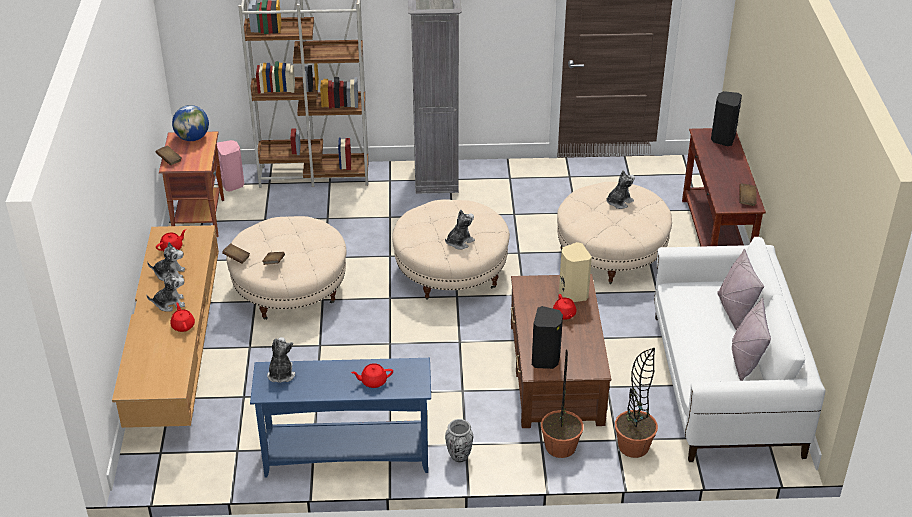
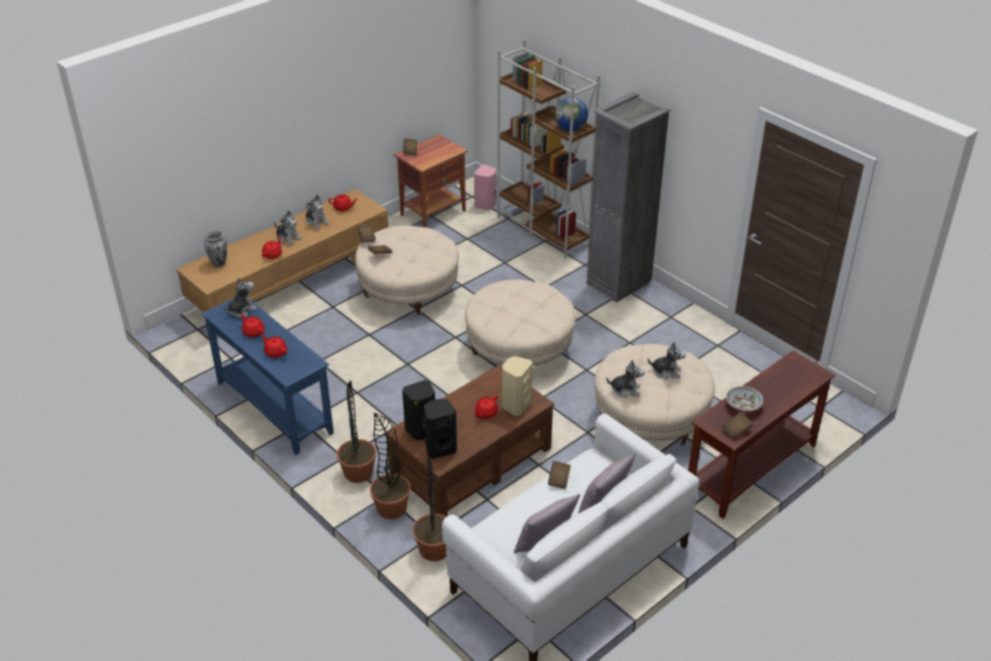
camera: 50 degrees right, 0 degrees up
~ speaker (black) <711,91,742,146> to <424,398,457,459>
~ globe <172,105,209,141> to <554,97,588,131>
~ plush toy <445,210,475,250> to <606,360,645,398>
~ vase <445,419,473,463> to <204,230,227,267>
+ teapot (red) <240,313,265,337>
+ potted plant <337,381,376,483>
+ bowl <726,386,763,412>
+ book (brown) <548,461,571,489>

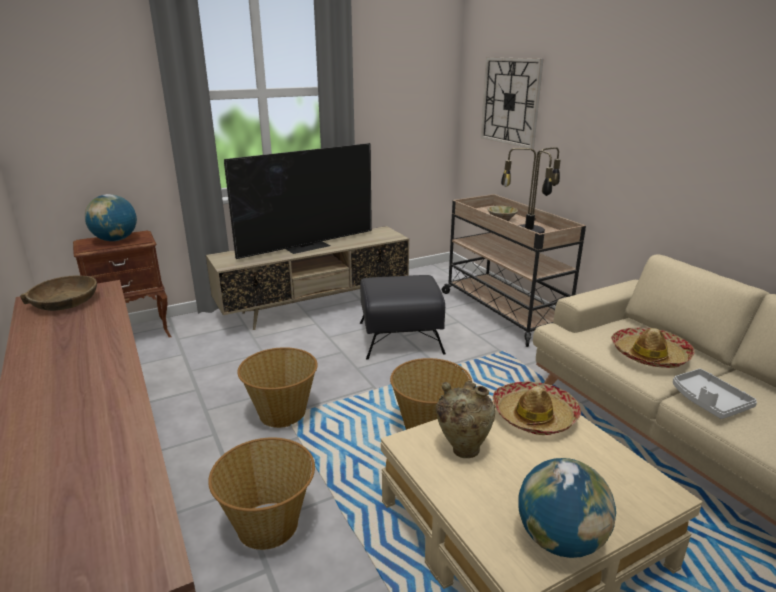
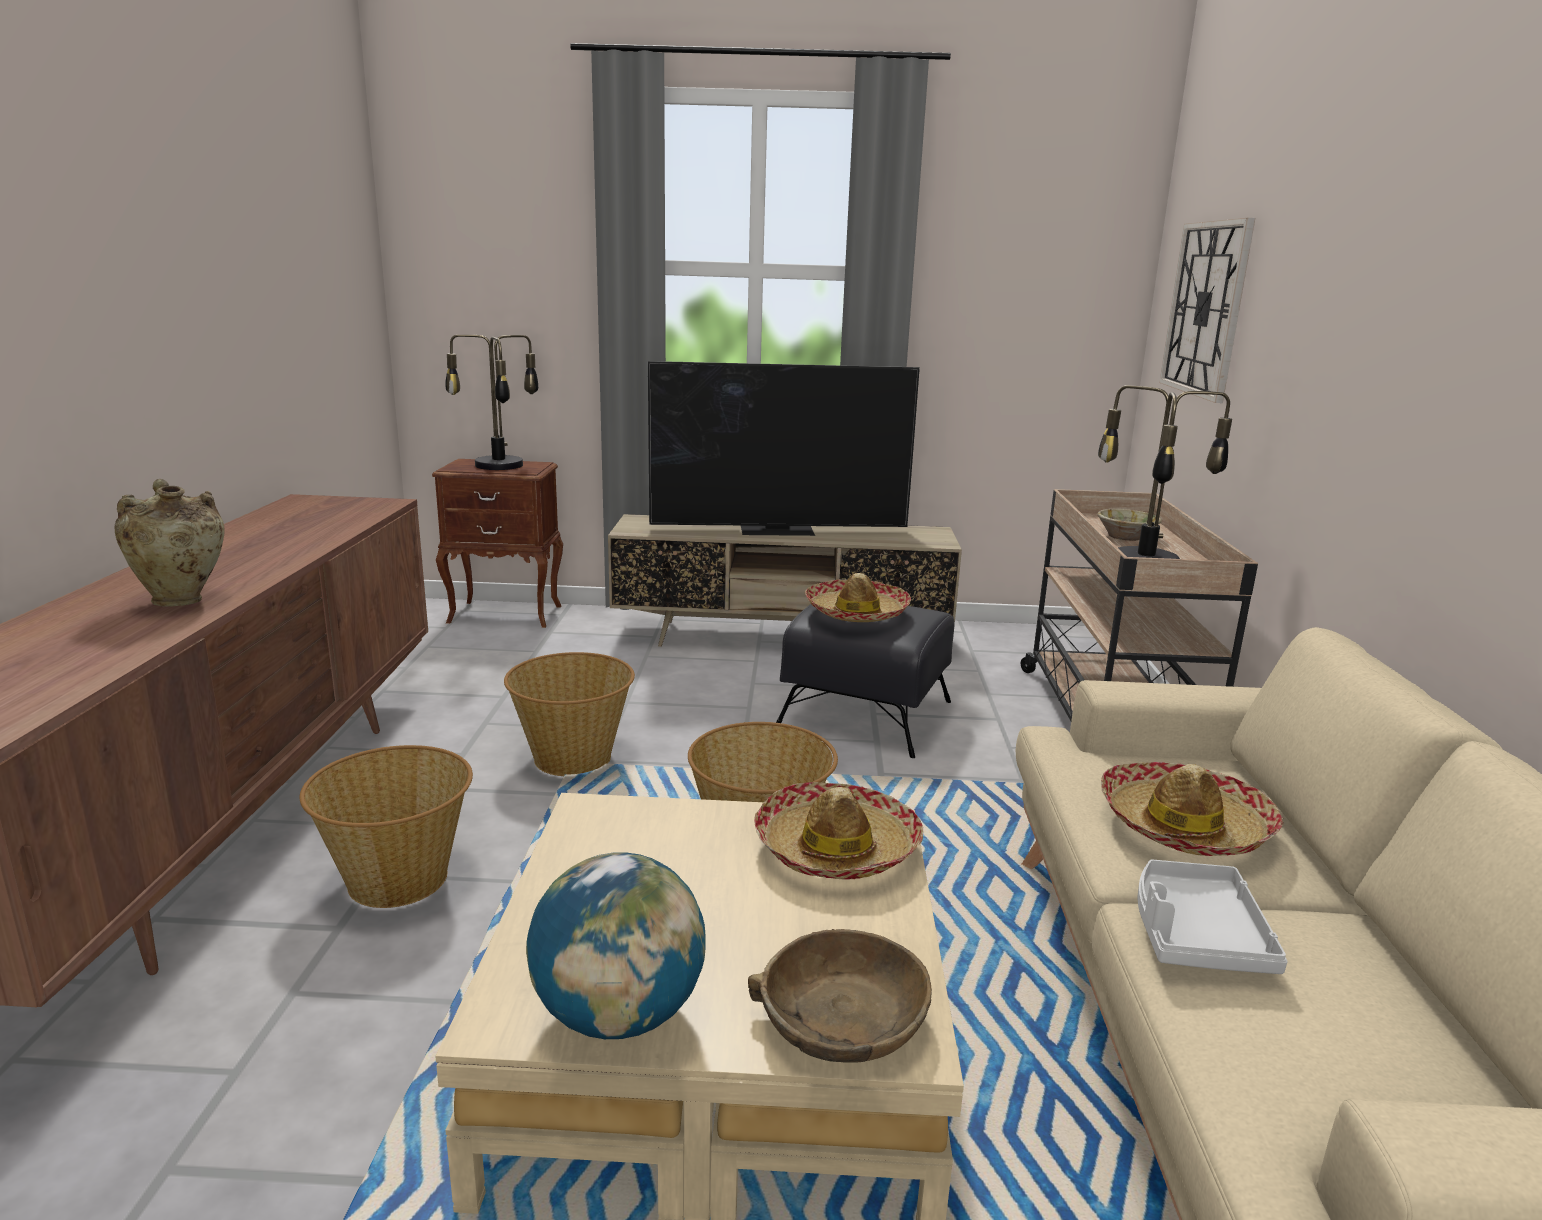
camera: 30 degrees right, 5 degrees down
~ globe <85,194,137,241> to table lamp <445,335,538,470>
~ bowl (brown) <20,275,97,311> to <748,929,932,1063>
~ vase (beige) <436,380,495,458> to <115,479,225,607>
+ hat <805,573,911,622>

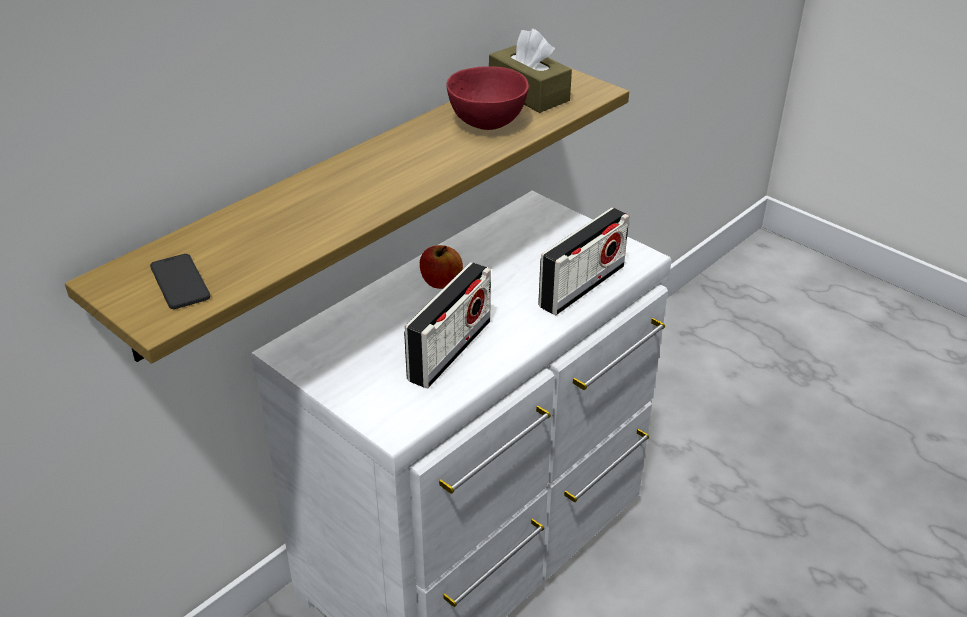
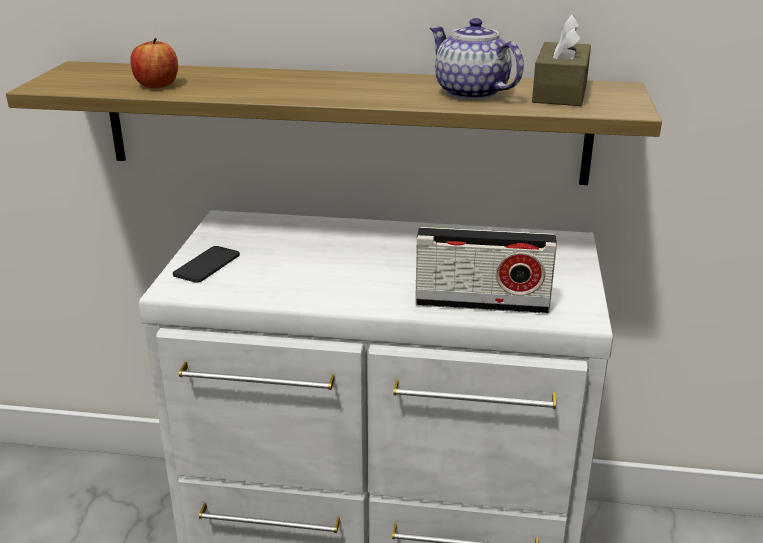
camera: 55 degrees right, 10 degrees down
~ bowl (red) <447,66,529,130> to teapot <430,18,524,100>
~ apple <420,245,463,289> to <130,38,178,88>
~ phone <150,254,210,309> to <173,246,240,283>
- radio <404,262,491,388>

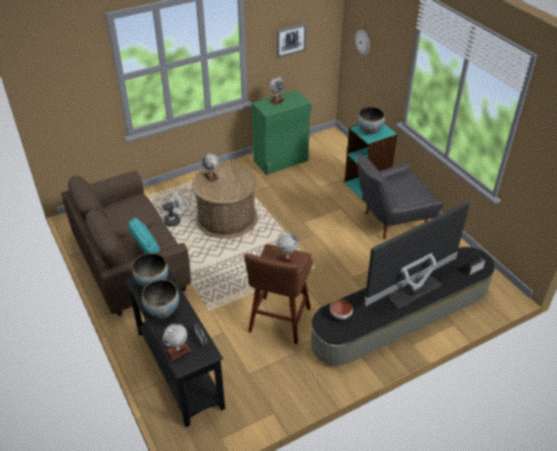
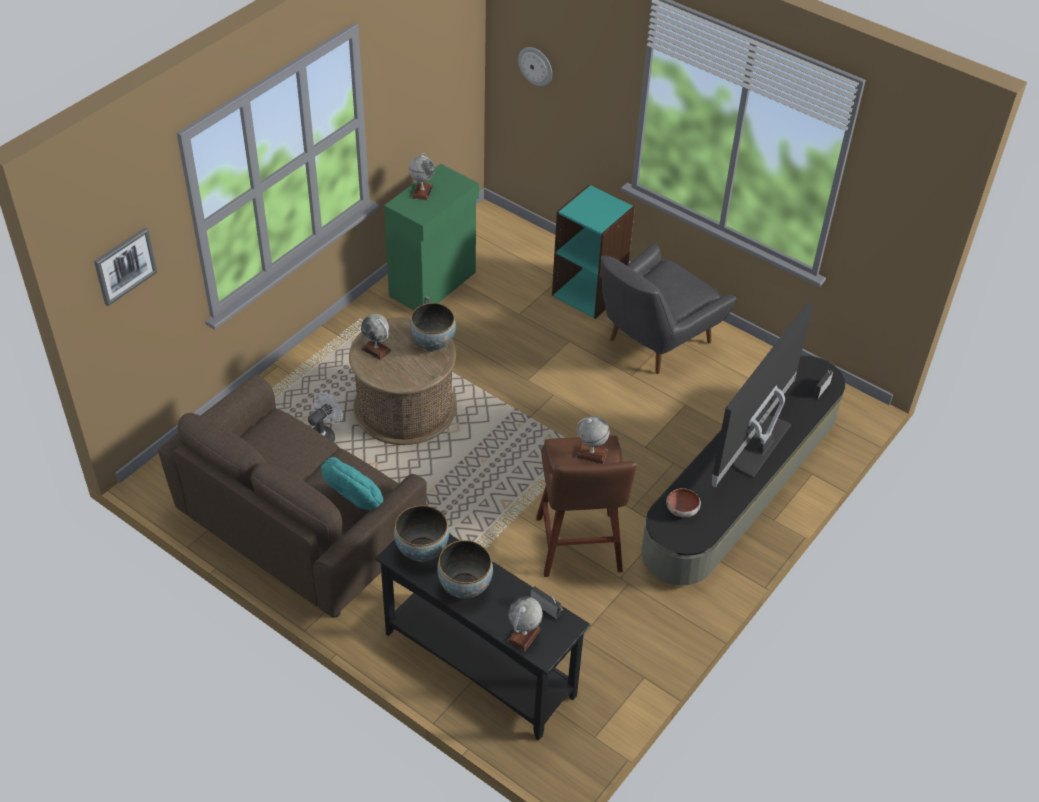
camera: 25 degrees left, 5 degrees up
~ picture <277,23,306,58> to <94,228,157,306>
~ bowl <358,107,385,135> to <410,303,456,352>

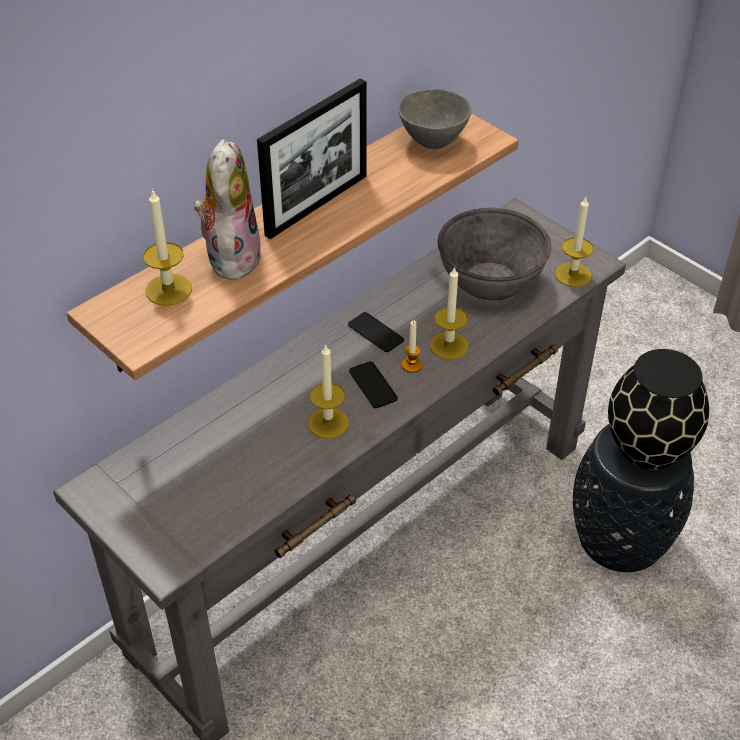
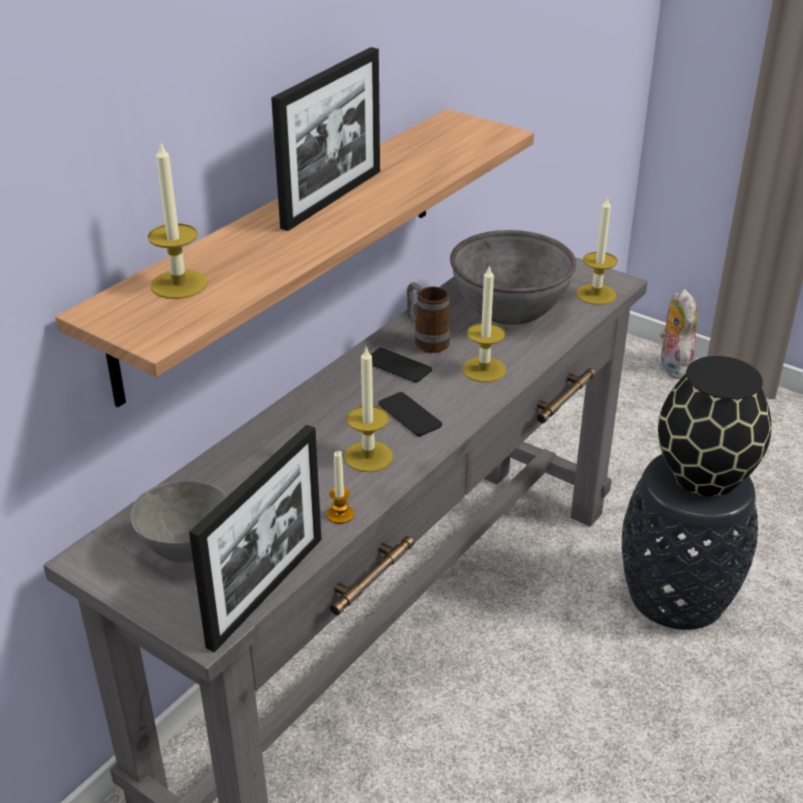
camera: 10 degrees left, 10 degrees down
~ bowl (grey) <398,89,472,149> to <130,480,227,563>
~ plush toy <194,139,262,280> to <659,289,697,379>
~ candle <402,320,422,373> to <327,451,354,524>
+ mug <407,282,450,353>
+ picture frame <189,425,321,652>

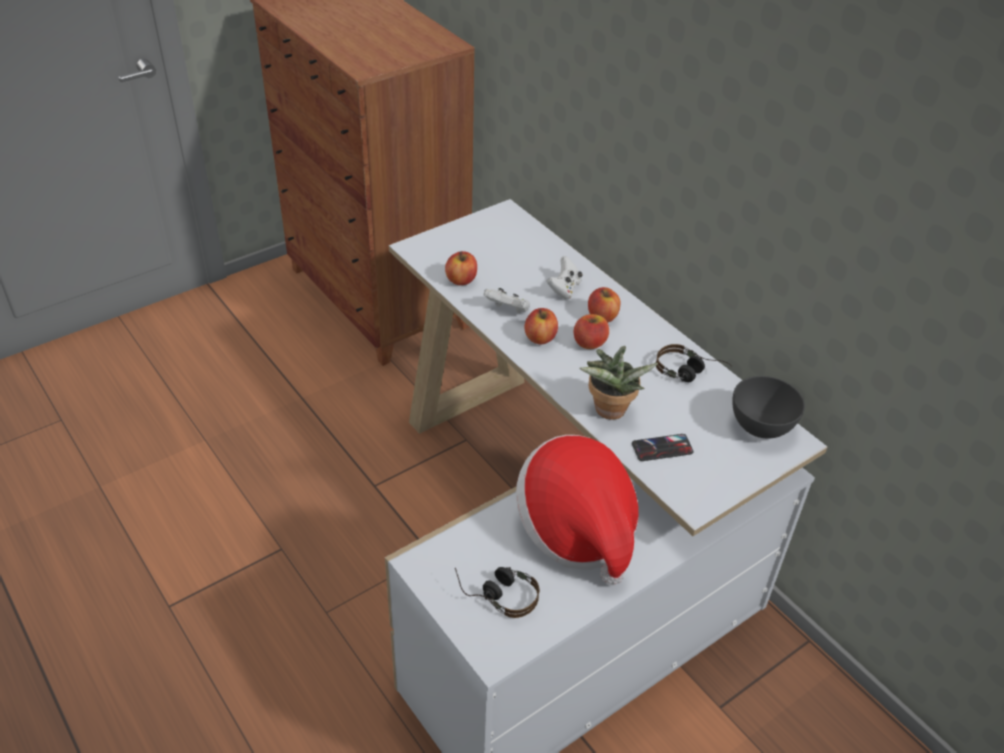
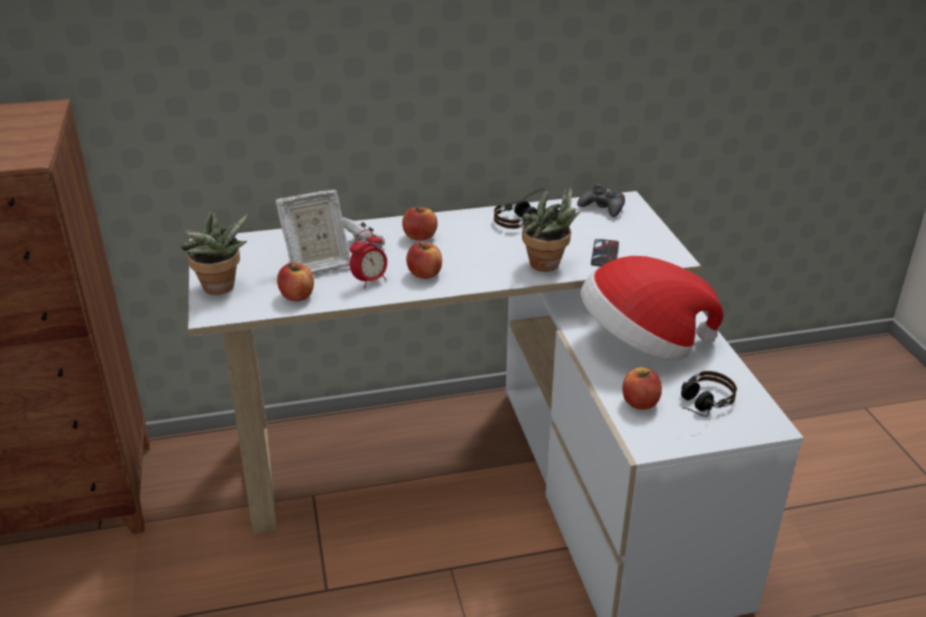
camera: 65 degrees left, 10 degrees down
~ game controller (white) <484,288,530,314> to alarm clock <350,230,387,288>
~ apple <574,314,609,349> to <622,367,662,410>
~ bowl (grey) <732,376,805,439> to game controller (black) <577,183,625,217>
+ picture frame <275,190,350,274>
+ potted plant <180,211,248,295>

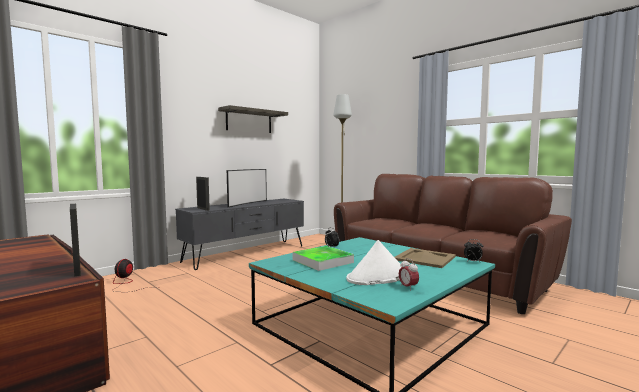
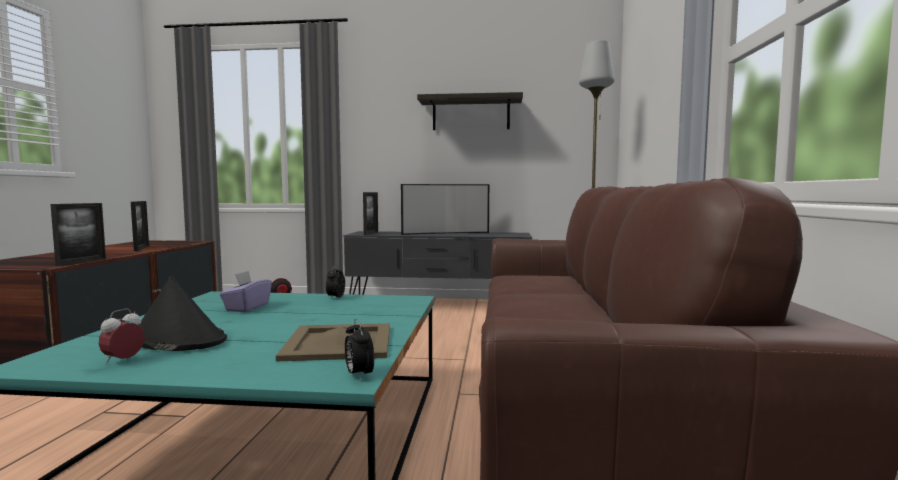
camera: 50 degrees right, 0 degrees up
~ hat (white) <346,240,401,285> to hat (black) <138,276,227,351>
~ tray <293,246,354,271> to tissue box (purple) <220,271,272,312>
+ picture frame <131,201,149,251>

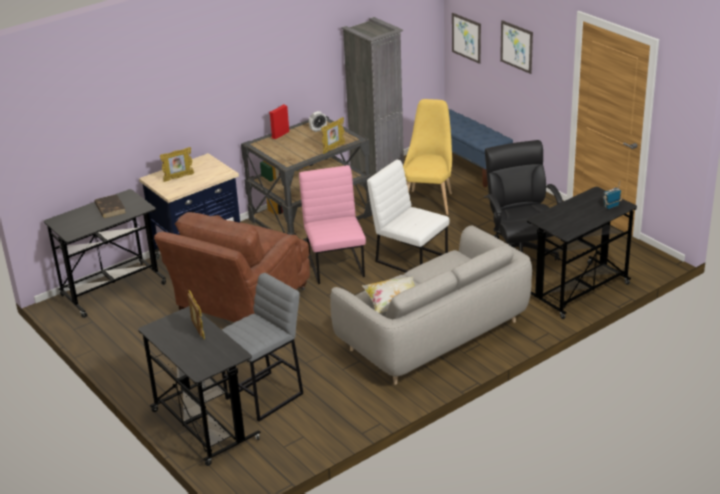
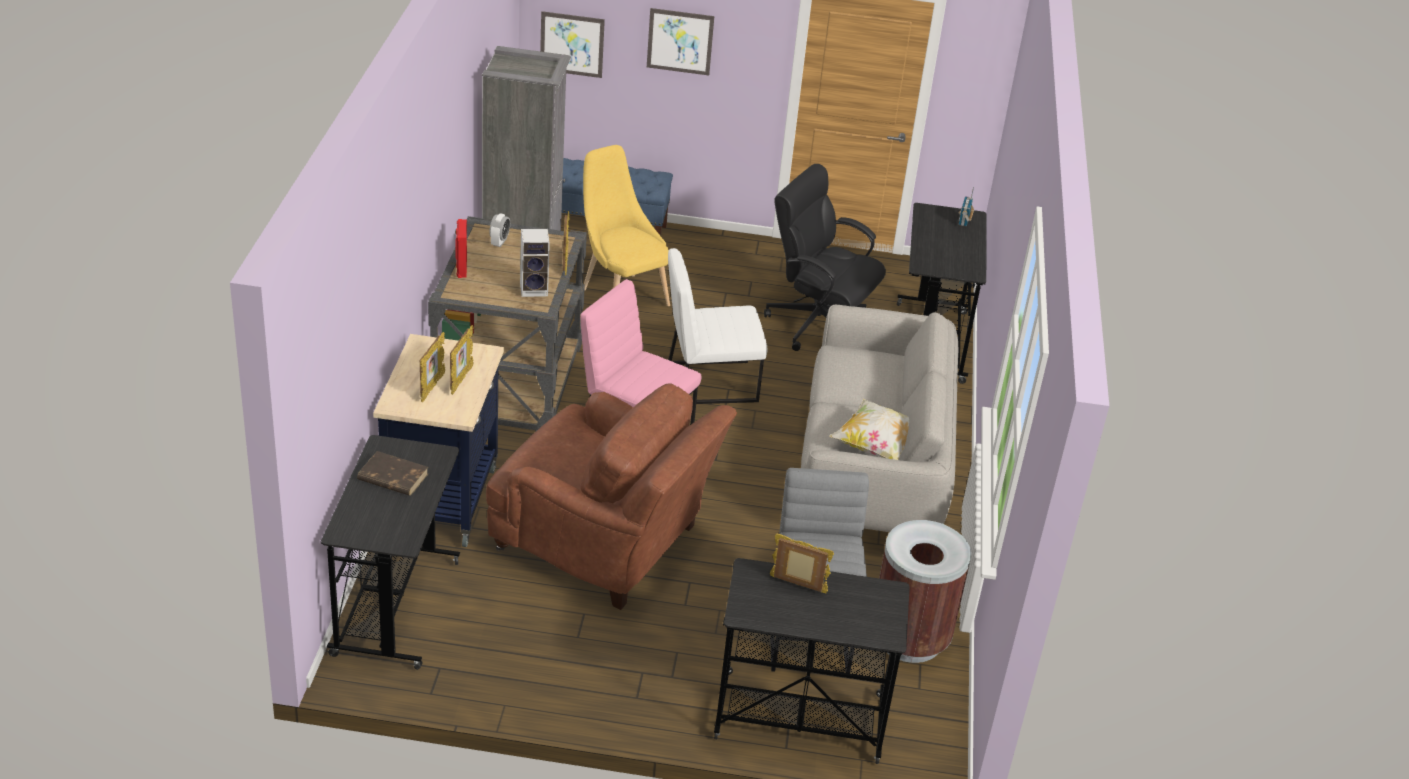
camera: 50 degrees left, 5 degrees up
~ armchair (brown) <154,212,310,322> = <486,383,737,610> 45 degrees counterclockwise
+ speaker <520,229,550,297>
+ picture frame <450,325,474,395>
+ trash can (brown) <879,520,971,663>

